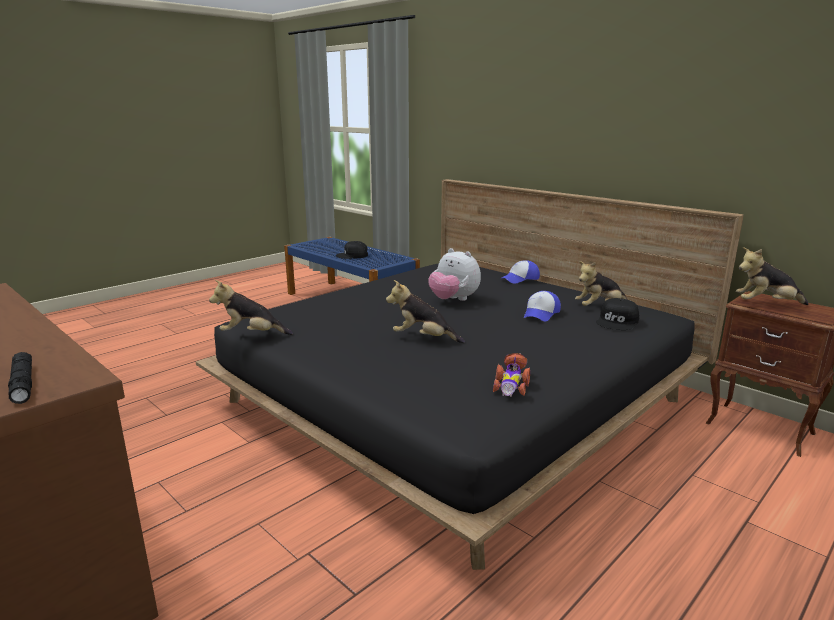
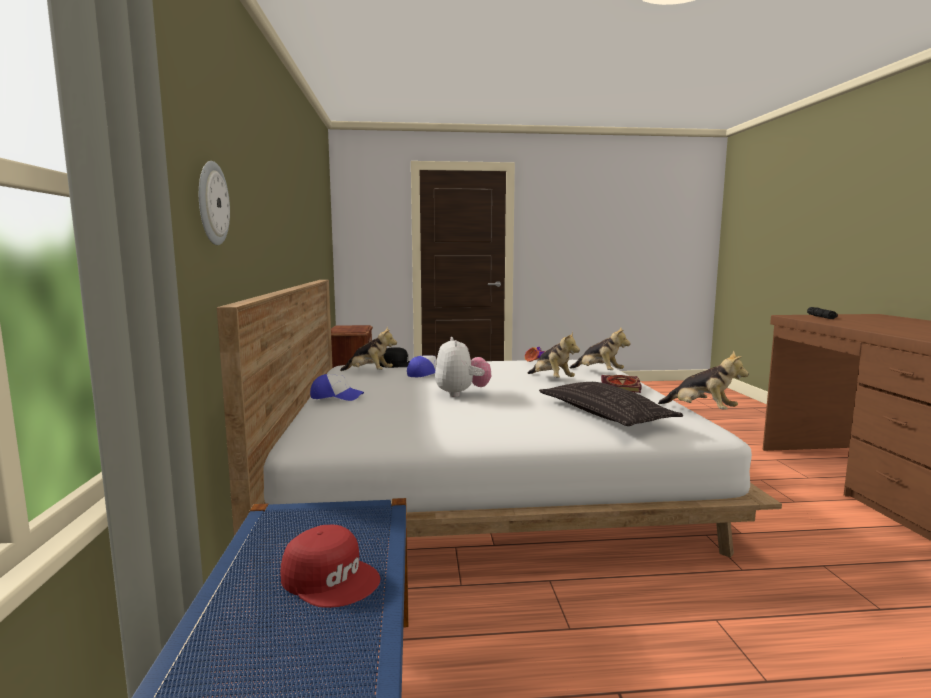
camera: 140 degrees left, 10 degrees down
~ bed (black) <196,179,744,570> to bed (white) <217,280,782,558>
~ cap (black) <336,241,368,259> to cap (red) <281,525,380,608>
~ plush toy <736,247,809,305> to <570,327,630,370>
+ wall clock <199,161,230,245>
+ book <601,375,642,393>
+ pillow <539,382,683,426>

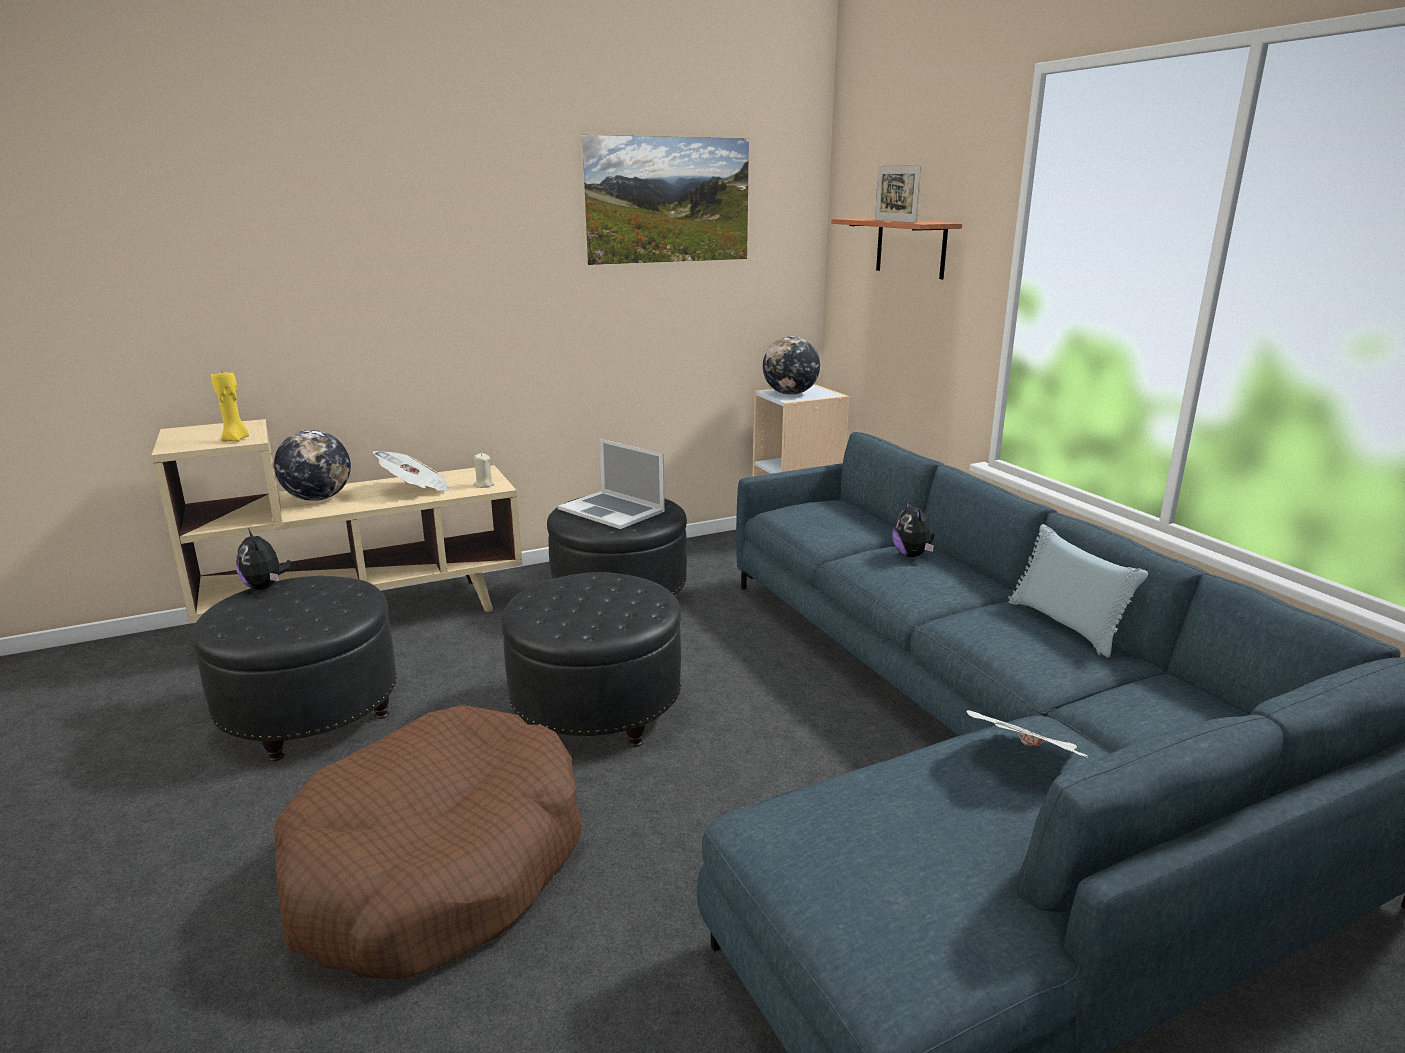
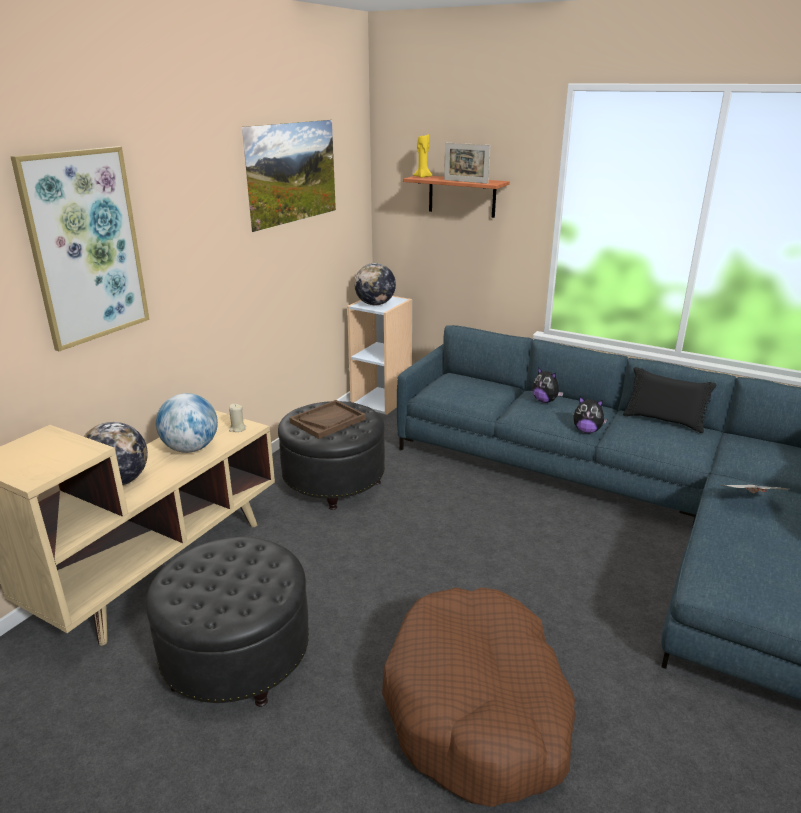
camera: 35 degrees left, 5 degrees up
~ candle (yellow) <211,372,249,442> to <413,134,432,178>
~ laptop <558,439,665,529> to tray (brown) <289,400,366,439>
~ newspaper <373,451,451,492> to globe <156,393,218,453>
~ pillow (blue) <1008,524,1148,658> to pillow (black) <623,367,716,433>
~ plush toy <236,529,292,590> to <573,397,607,433>
- ottoman (black) <501,572,681,747>
+ picture <10,146,150,351>

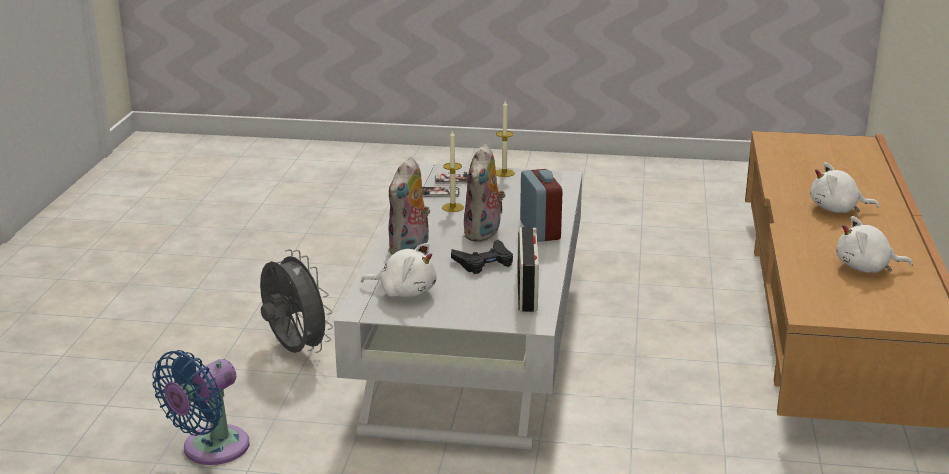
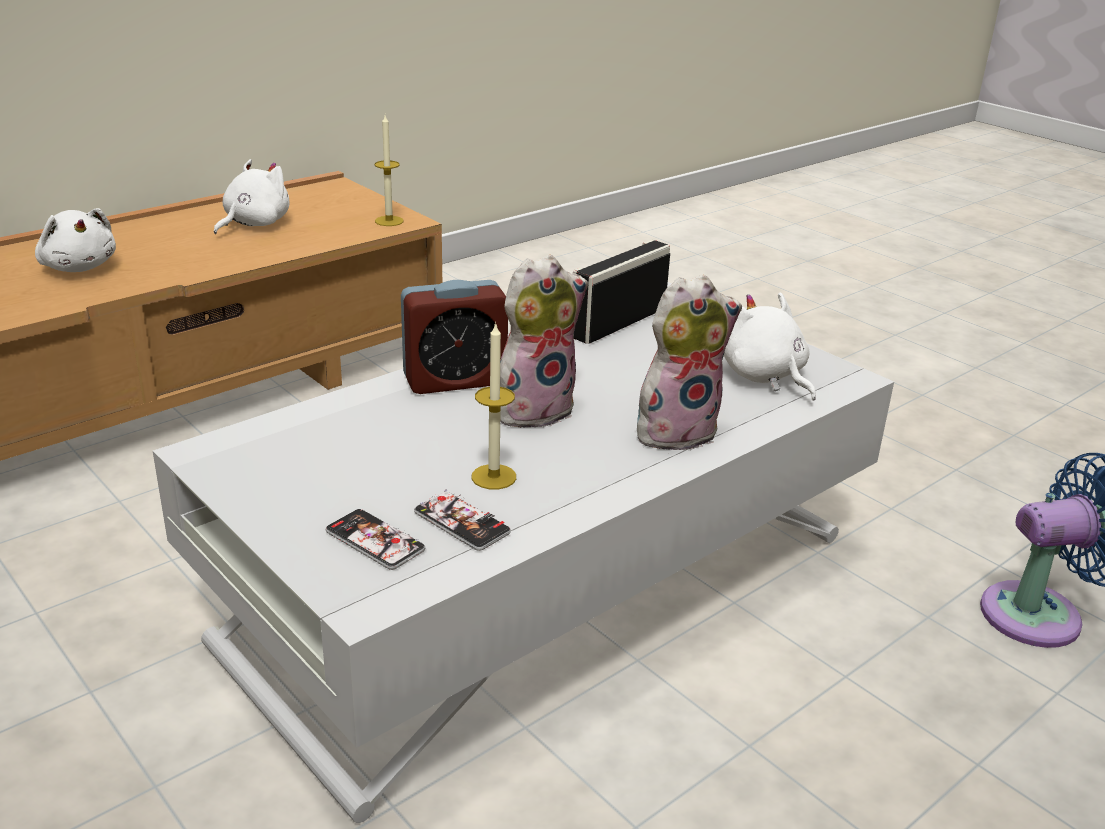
camera: 140 degrees left, 5 degrees up
~ candle <496,101,515,177> to <375,115,403,226>
~ alarm clock <520,169,563,242> = <401,280,508,394> 135 degrees counterclockwise
~ plush toy (white) <837,216,913,273> = <214,159,290,234> 105 degrees counterclockwise
- game controller (black) <451,239,513,274>
- fan (grey) <260,249,333,353>

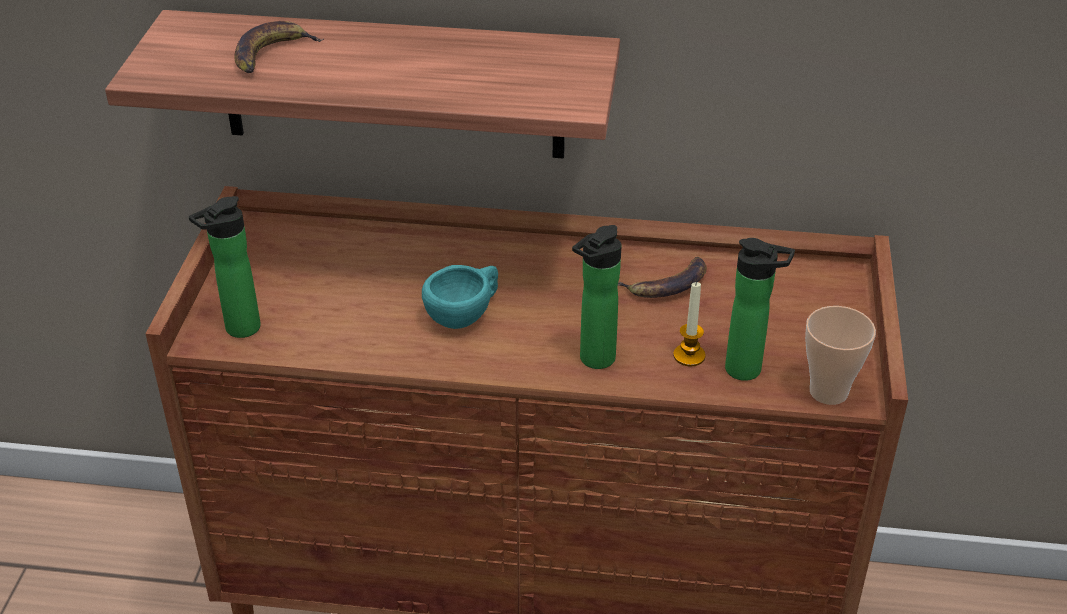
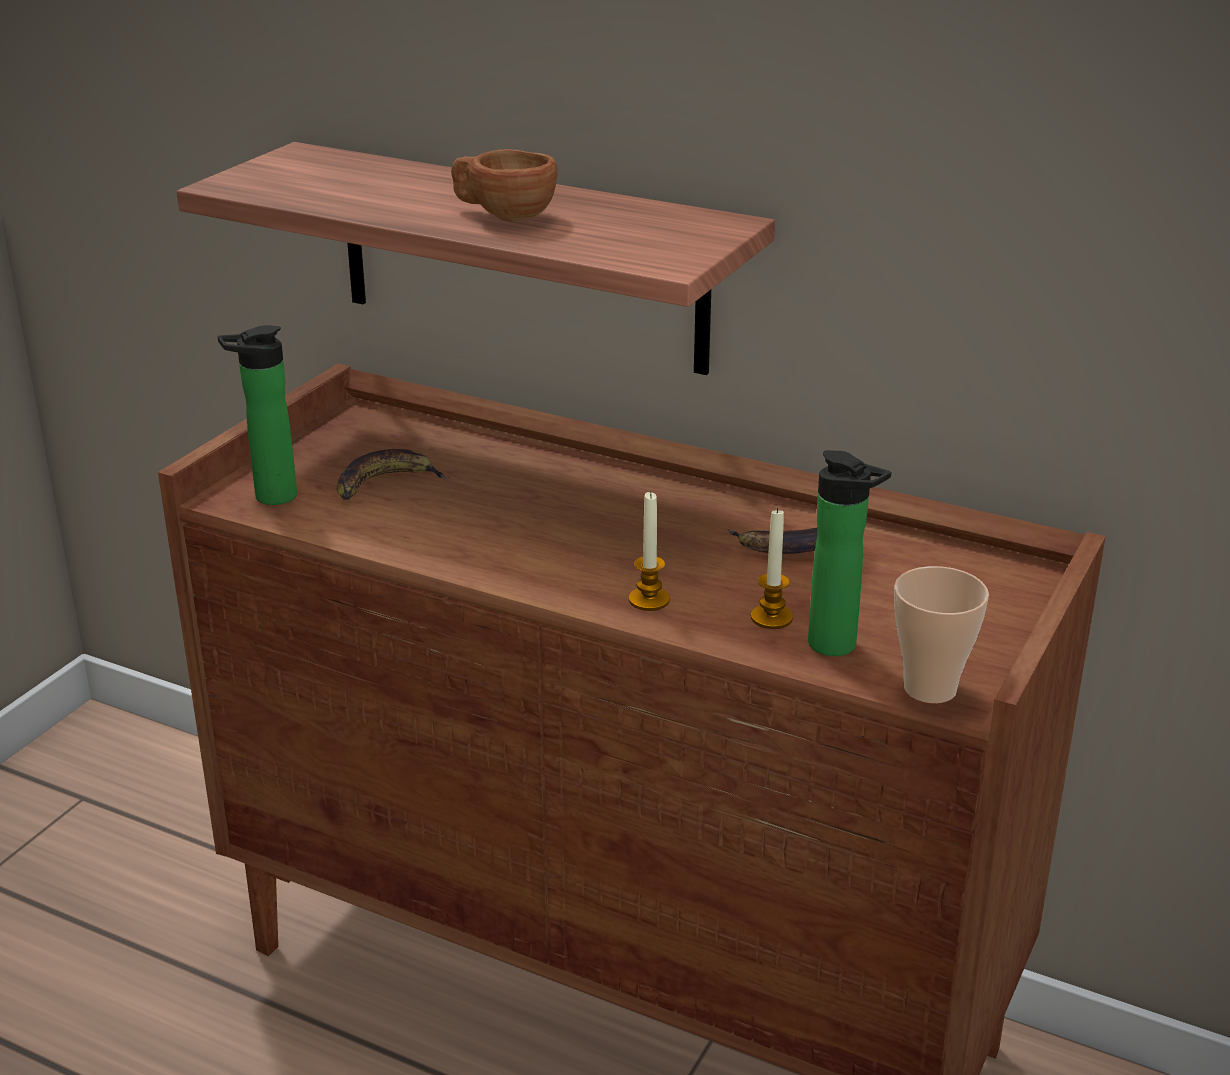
camera: 20 degrees right, 10 degrees down
~ banana <234,21,324,73> to <336,449,449,500>
~ bottle <572,225,622,369> to candle <629,492,670,611>
- cup (turquoise) <422,265,498,329>
+ cup (brown) <451,149,558,221>

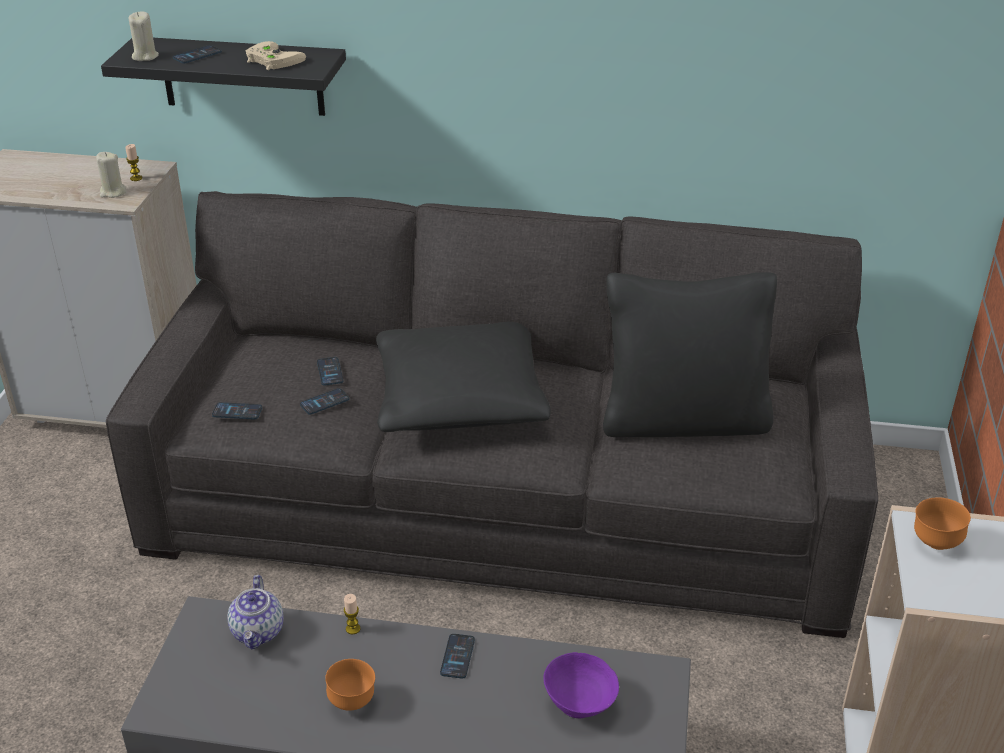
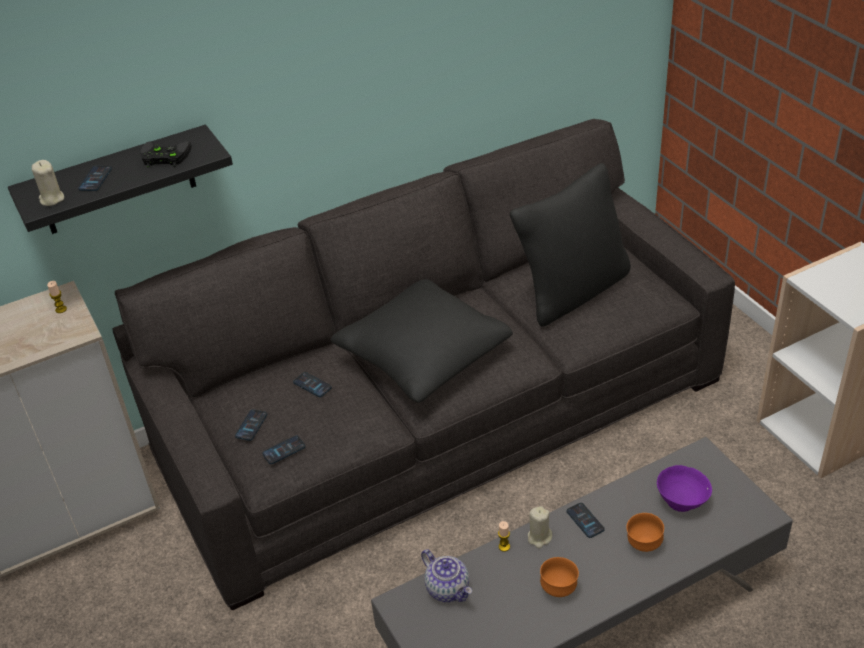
camera: 35 degrees left, 5 degrees up
~ game controller (beige) <246,41,306,70> to game controller (black) <141,141,191,167>
~ candle (beige) <96,152,126,198> to <528,506,552,548>
~ phone <300,388,349,415> to <235,409,267,441>
~ bowl (orange) <914,497,971,550> to <626,513,664,552>

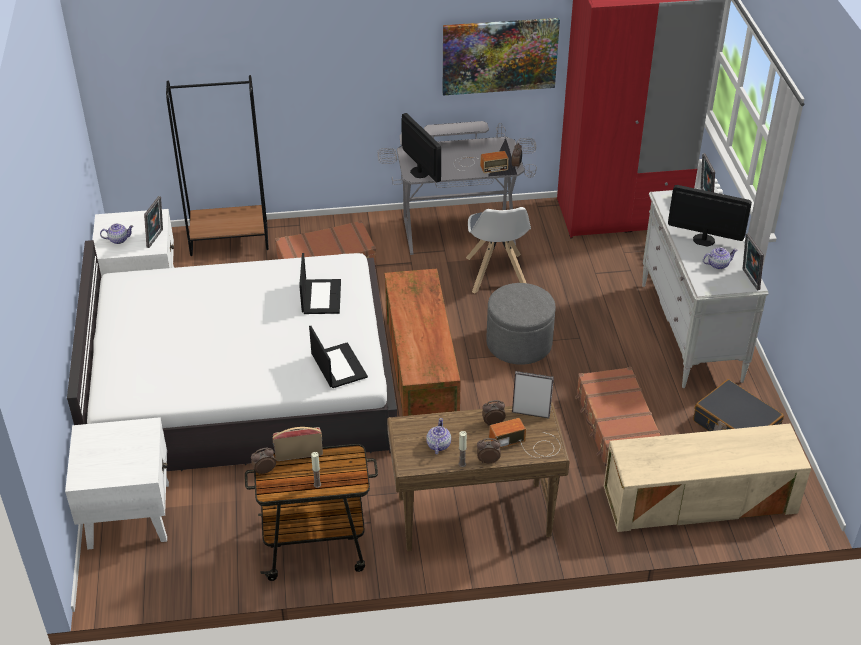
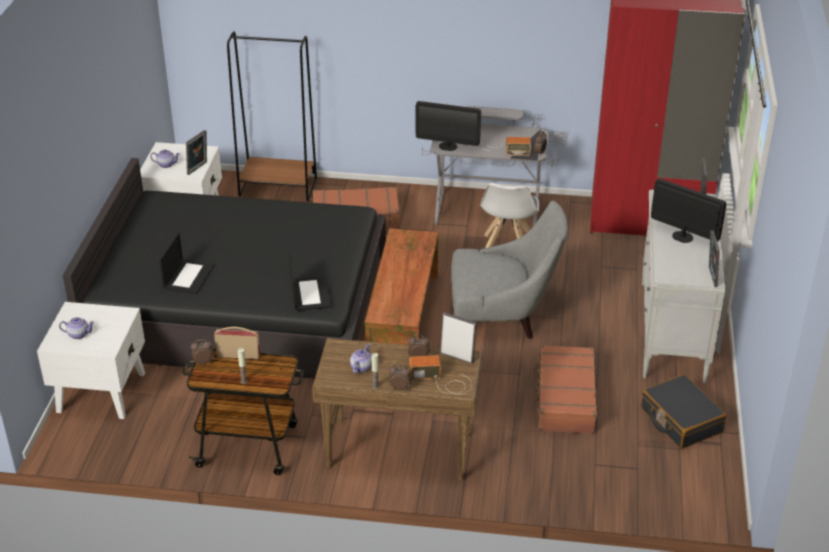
camera: 15 degrees right, 5 degrees down
- picture <443,18,560,96>
~ monitor <401,113,441,182> = <416,101,481,151> 120 degrees clockwise
~ bed (white) <67,240,397,471> to bed (black) <62,158,386,379>
~ teapot <703,247,737,269> to <59,317,95,339>
~ laptop <299,253,341,314> to <159,233,215,294>
~ ottoman (grey) <487,283,556,365> to armchair (grey) <451,201,568,339>
- bench (beige) <604,424,811,532>

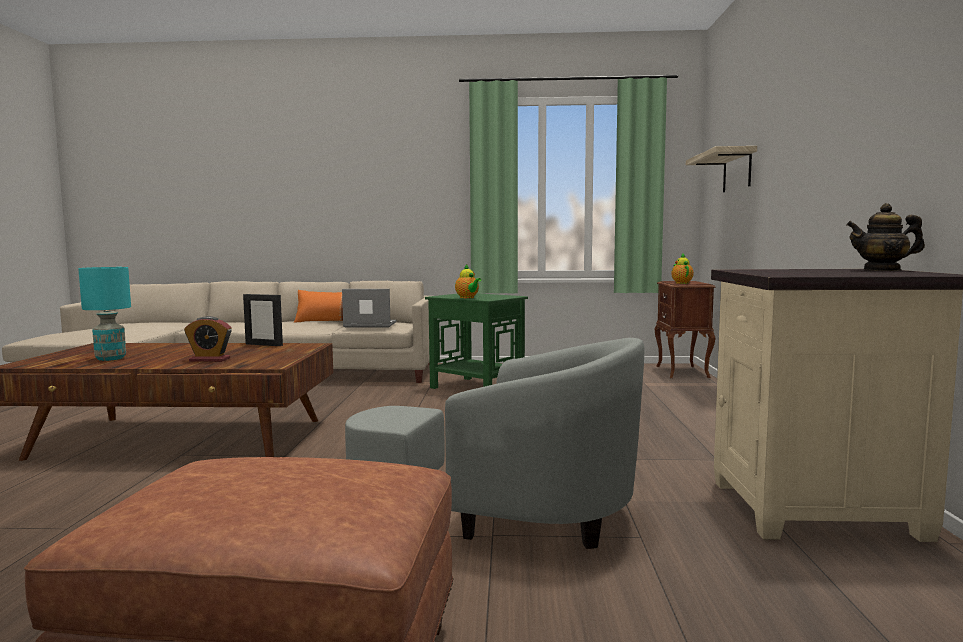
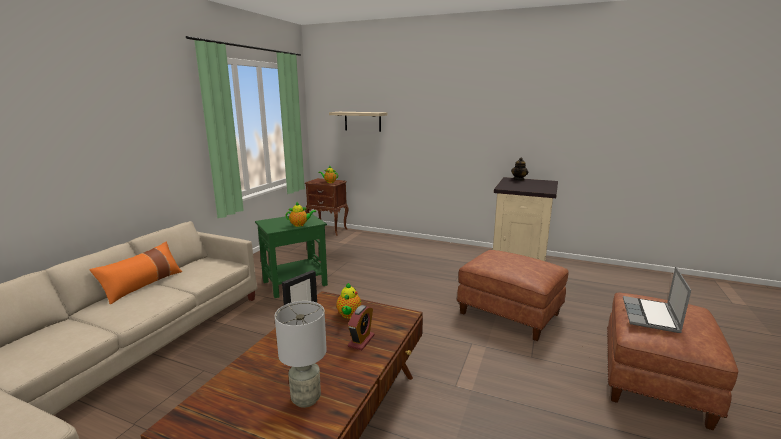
camera: 70 degrees left, 10 degrees up
~ table lamp (turquoise) <78,267,131,361> to table lamp (grey) <275,301,327,408>
~ laptop <342,289,397,328> to <623,267,691,333>
~ armchair (grey) <345,338,645,549> to ottoman (brown) <457,250,569,341>
+ teapot <336,283,361,318>

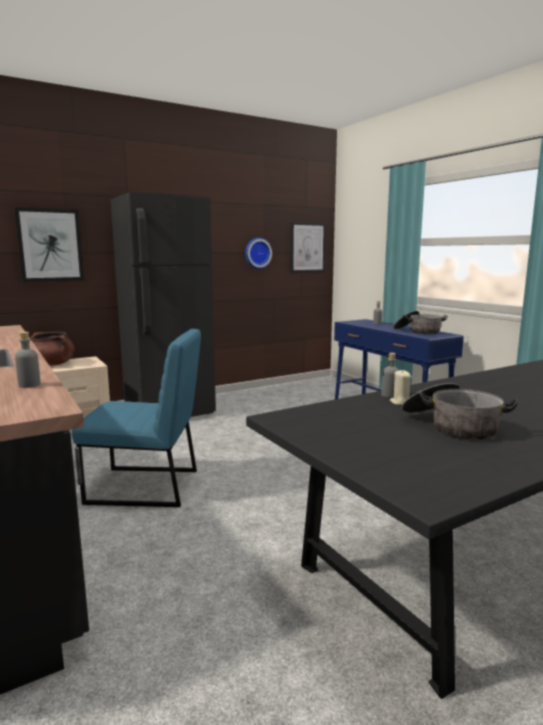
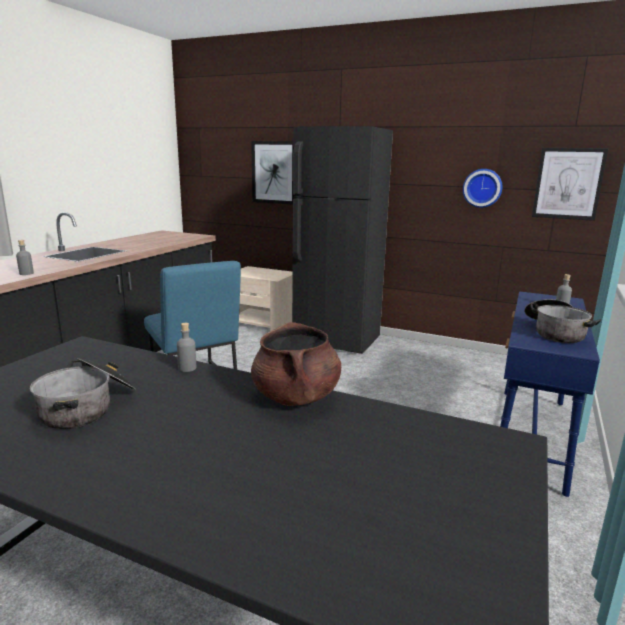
camera: 55 degrees right, 5 degrees up
~ cooking pot (brown) <31,332,75,366> to <251,322,341,406>
- candle (beige) <390,370,411,405>

